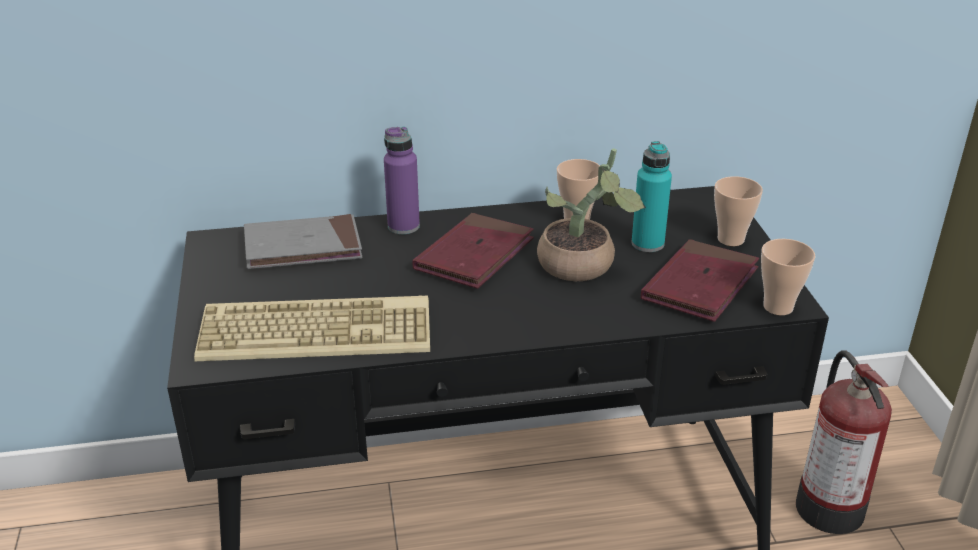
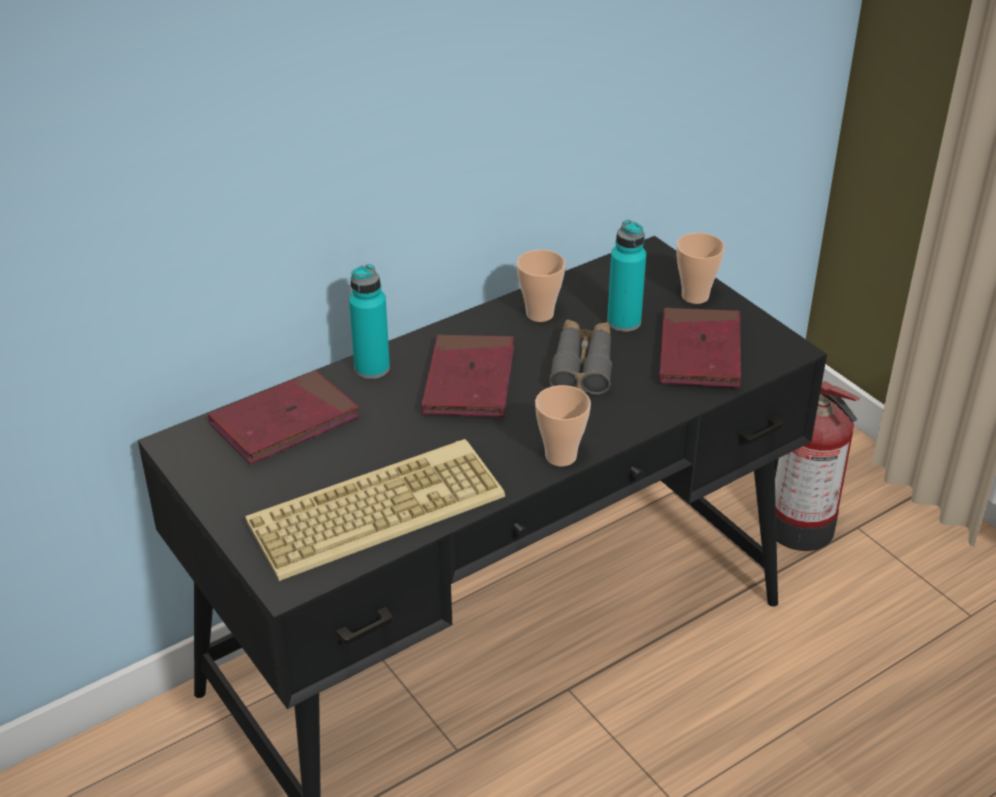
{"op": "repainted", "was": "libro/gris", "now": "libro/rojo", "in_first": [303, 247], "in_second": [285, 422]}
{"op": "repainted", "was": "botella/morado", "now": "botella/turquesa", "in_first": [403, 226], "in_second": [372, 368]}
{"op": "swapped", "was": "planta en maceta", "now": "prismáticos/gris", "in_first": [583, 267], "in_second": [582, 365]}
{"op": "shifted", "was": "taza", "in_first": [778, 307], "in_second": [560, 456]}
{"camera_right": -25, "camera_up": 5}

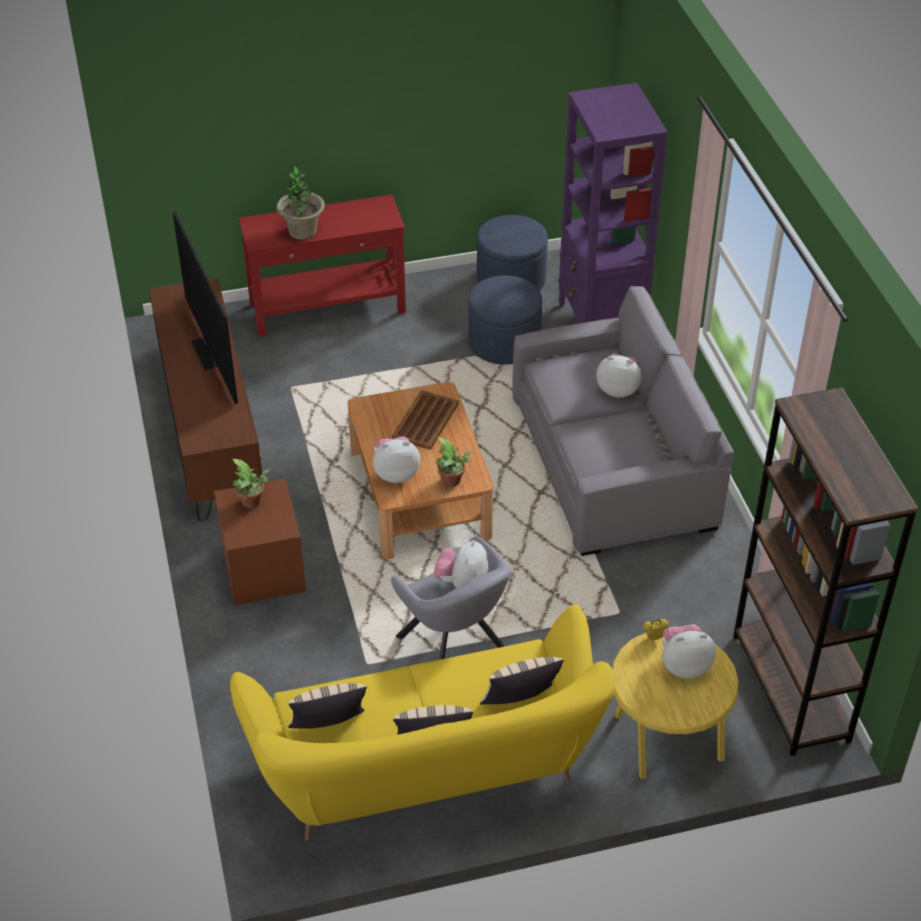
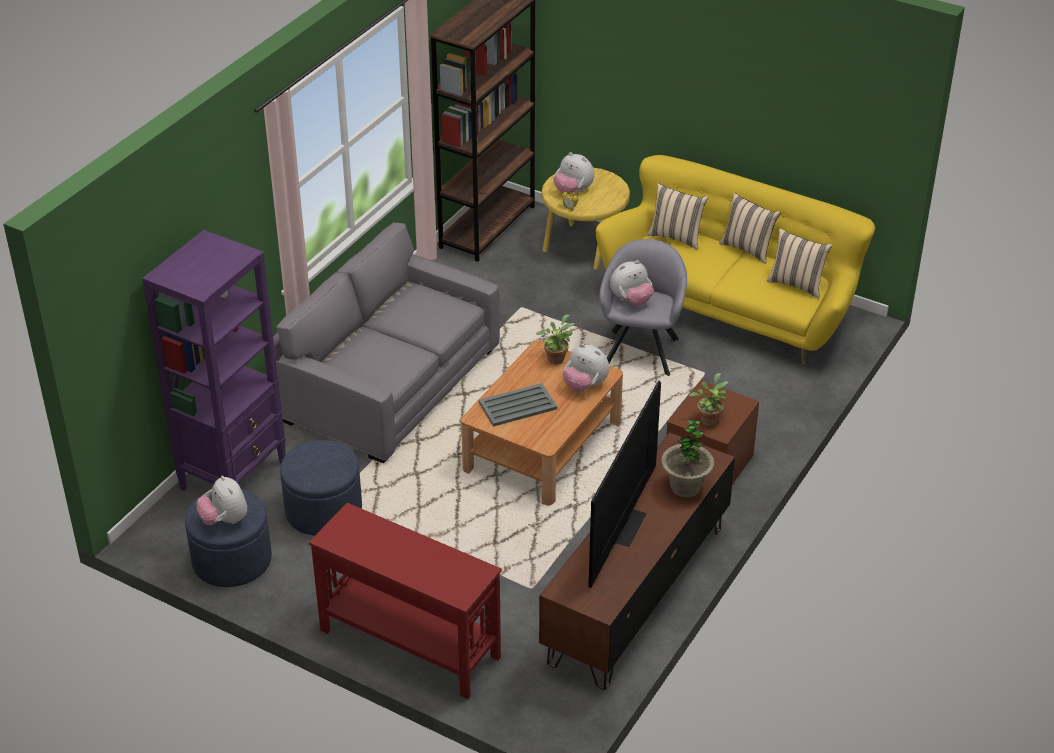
{"op": "shifted", "was": "planta en maceta", "in_first": [302, 231], "in_second": [685, 486]}
{"op": "repainted", "was": "bandeja/marrón", "now": "bandeja/gris", "in_first": [425, 421], "in_second": [518, 405]}
{"op": "shifted", "was": "peluche", "in_first": [618, 389], "in_second": [225, 520]}
{"camera_right": -135, "camera_up": -5}

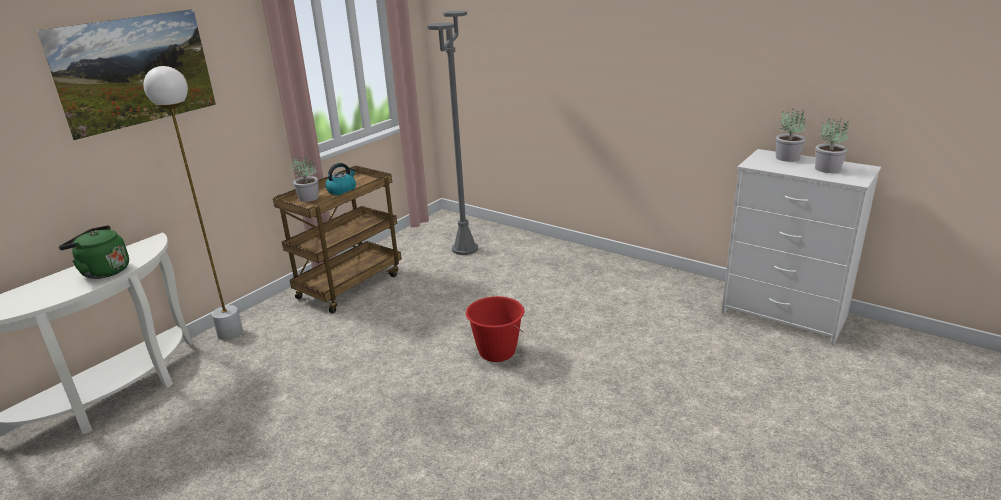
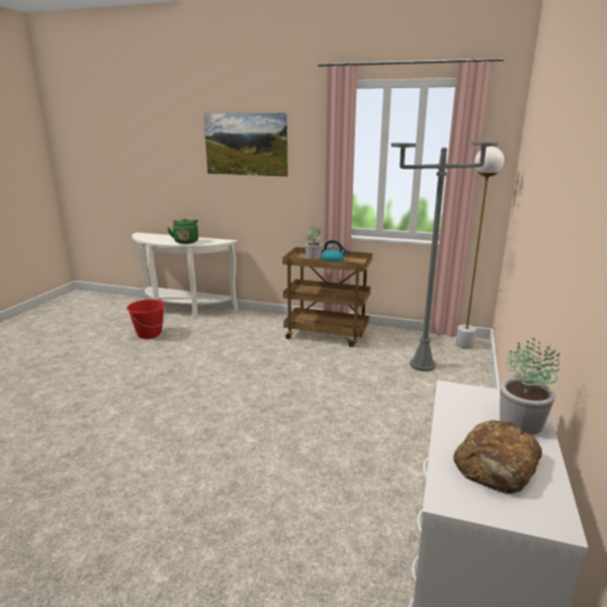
{"op": "shifted", "was": "lámpara de pie/blanco", "in_first": [230, 333], "in_second": [464, 345]}
{"op": "shifted", "was": "cubo/rojo", "in_first": [497, 352], "in_second": [149, 334]}
{"op": "swapped", "was": "planta en maceta", "now": "pan", "in_first": [828, 169], "in_second": [497, 465]}
{"camera_right": 70, "camera_up": -5}

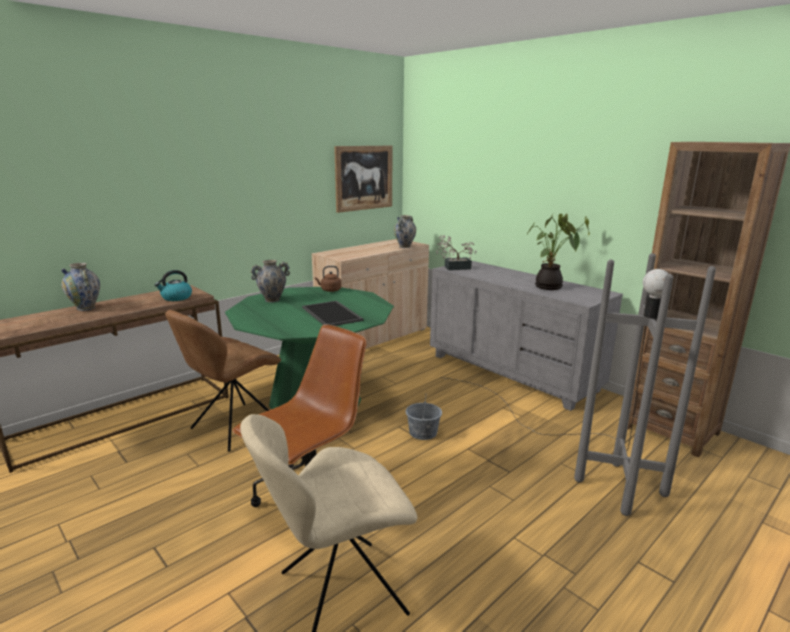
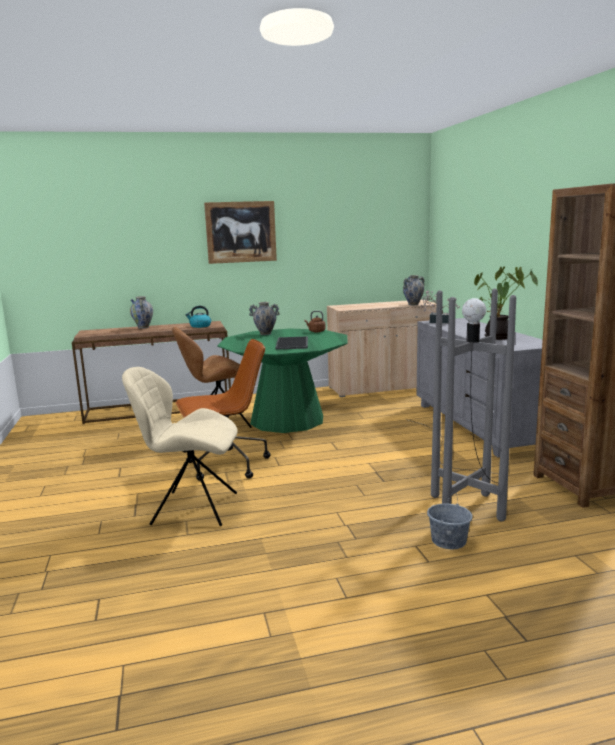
{"op": "shifted", "was": "cuadro", "in_first": [364, 178], "in_second": [241, 232]}
{"op": "shifted", "was": "cubo/gris", "in_first": [423, 432], "in_second": [449, 540]}
{"camera_right": 30, "camera_up": -5}

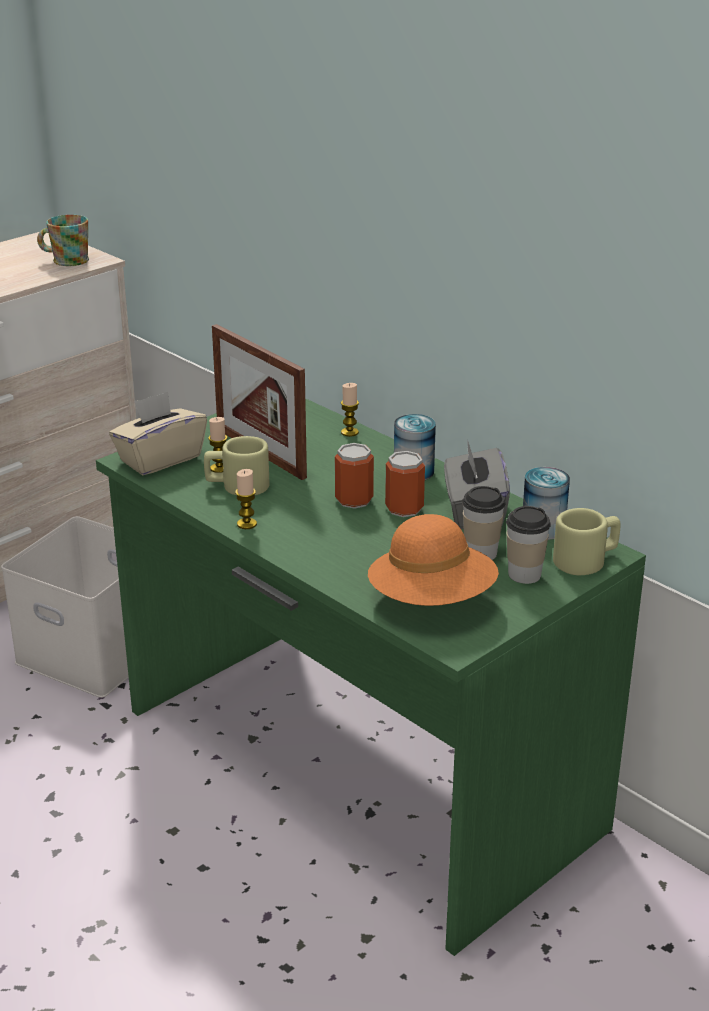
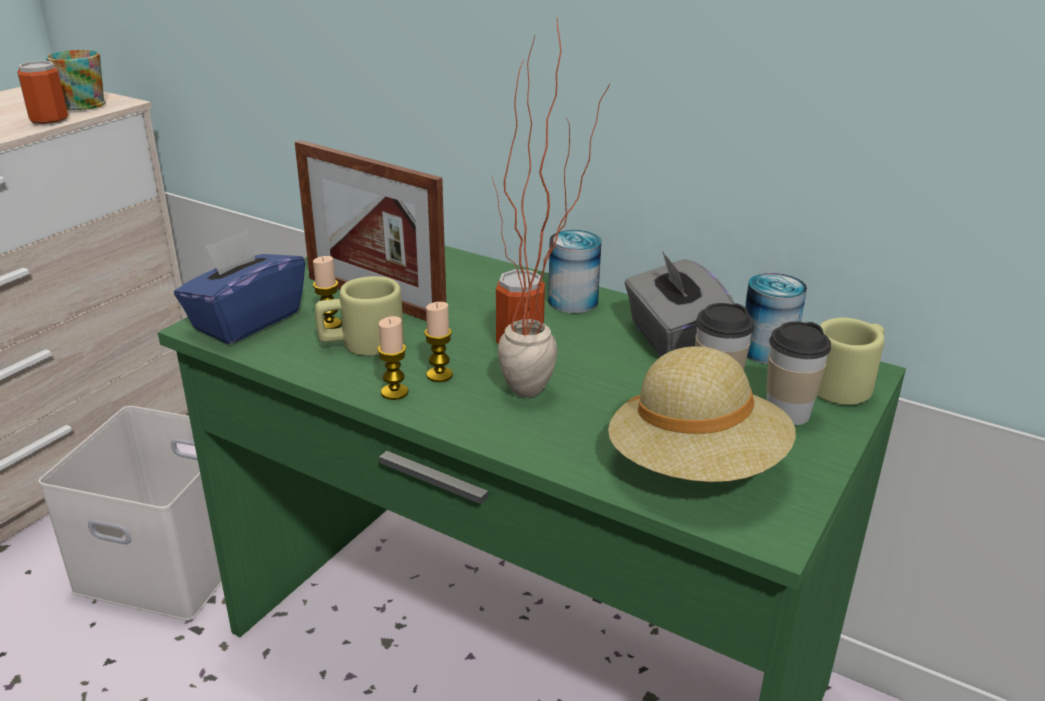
{"op": "repainted", "was": "caja de pañuelos/beis", "now": "caja de pañuelos/azul", "in_first": [160, 459], "in_second": [246, 321]}
{"op": "shifted", "was": "vela", "in_first": [349, 432], "in_second": [439, 375]}
{"op": "repainted", "was": "sombrero/naranja", "now": "sombrero/beis", "in_first": [432, 600], "in_second": [696, 466]}
{"op": "shifted", "was": "lata", "in_first": [404, 508], "in_second": [49, 121]}
{"op": "new", "now": "planta en maceta", "in_second": [542, 397]}
{"camera_right": -15, "camera_up": 0}

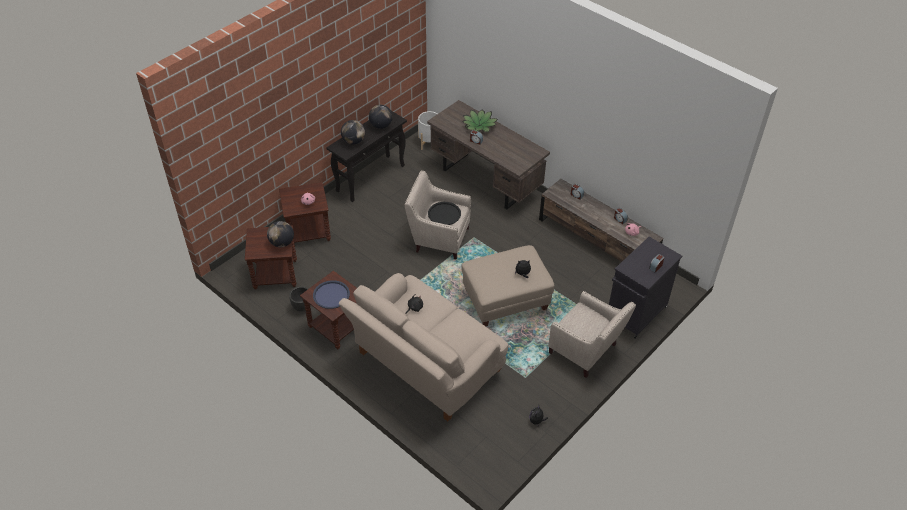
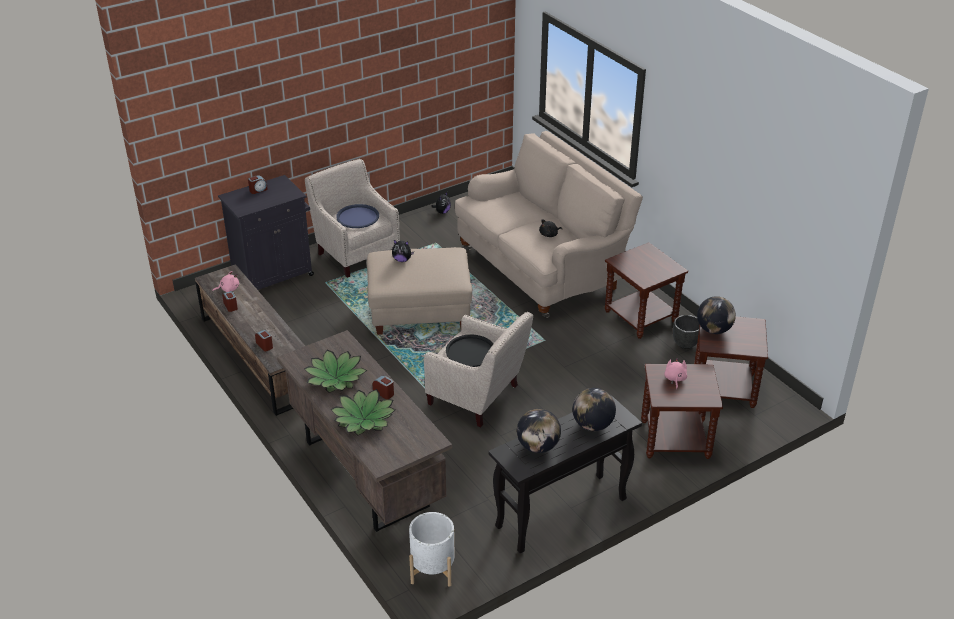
{"op": "shifted", "was": "bandeja/azul", "in_first": [331, 295], "in_second": [357, 217]}
{"op": "new", "now": "planta en maceta", "in_second": [336, 378]}
{"camera_right": -165, "camera_up": -10}

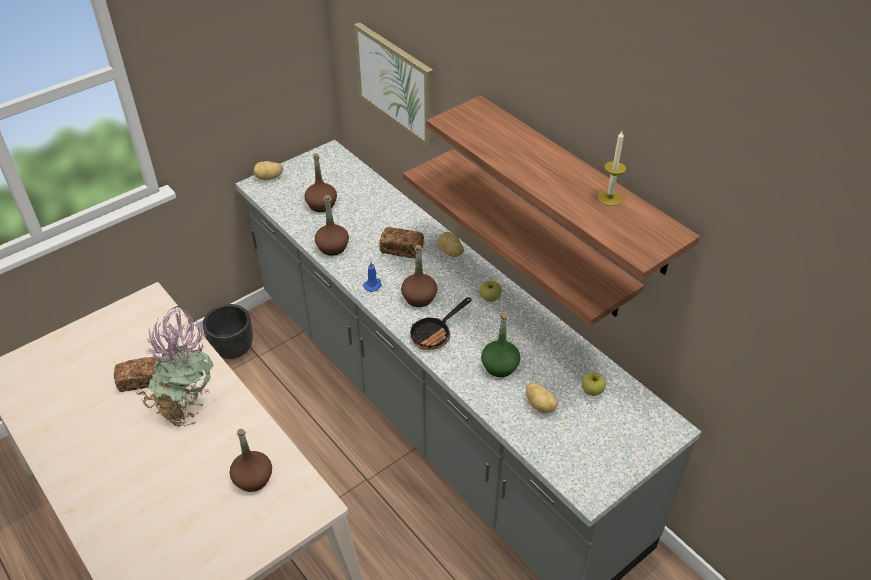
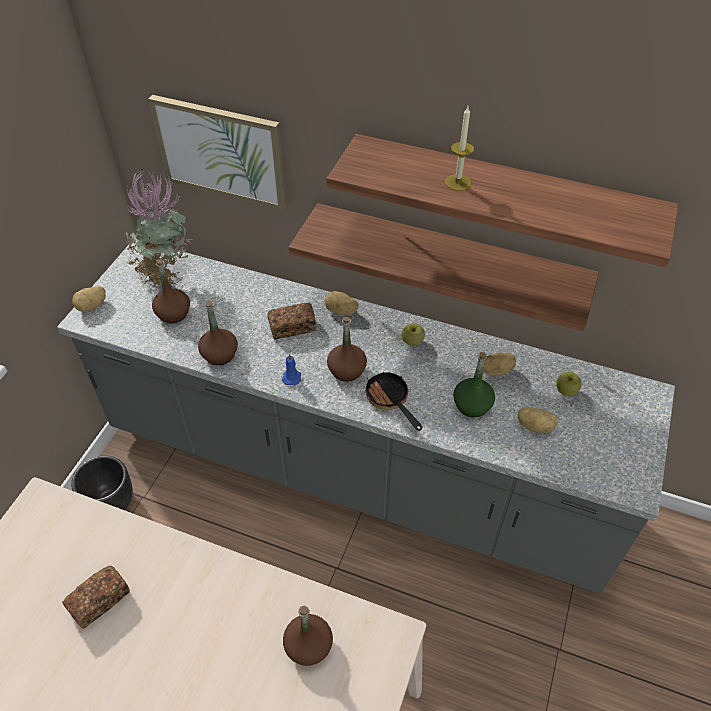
{"op": "shifted", "was": "planta en maceta", "in_first": [188, 408], "in_second": [165, 274]}
{"op": "rotated", "was": "sartén", "in_first": [435, 334], "in_second": [390, 400], "clockwise": 135}
{"op": "shifted", "was": "vela", "in_first": [609, 198], "in_second": [458, 182]}
{"op": "new", "now": "patata", "in_second": [496, 370]}
{"camera_right": -30, "camera_up": 5}

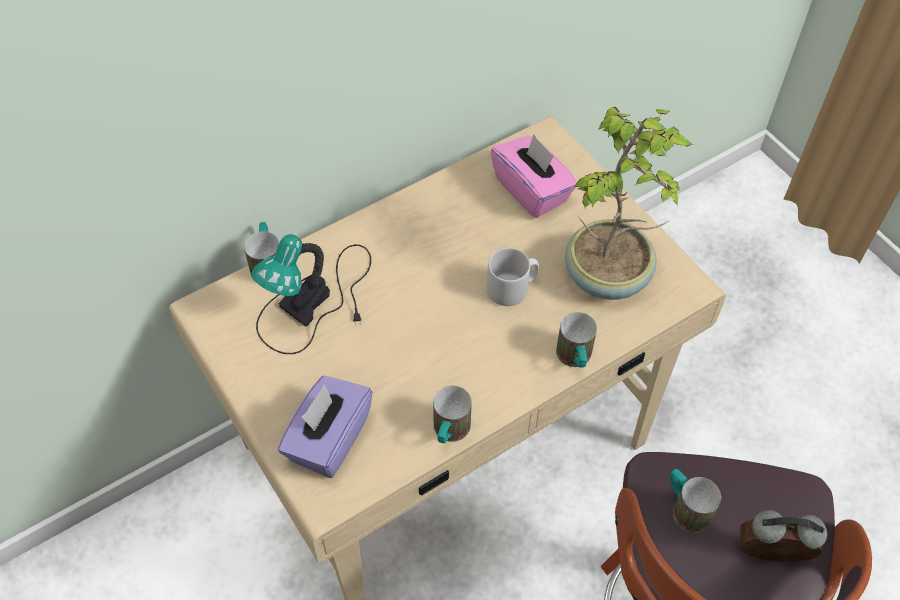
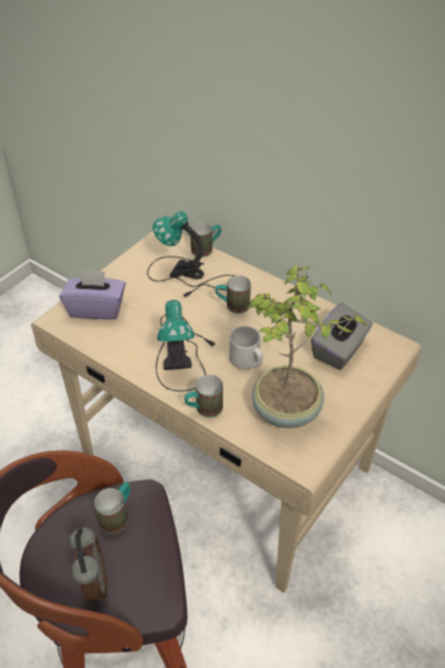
{"op": "shifted", "was": "taza grande", "in_first": [449, 433], "in_second": [232, 305]}
{"op": "repainted", "was": "caja de pañuelos/rosa", "now": "caja de pañuelos/gris", "in_first": [532, 190], "in_second": [339, 350]}
{"op": "new", "now": "lámpara de mesa", "in_second": [181, 353]}
{"camera_right": 70, "camera_up": -10}

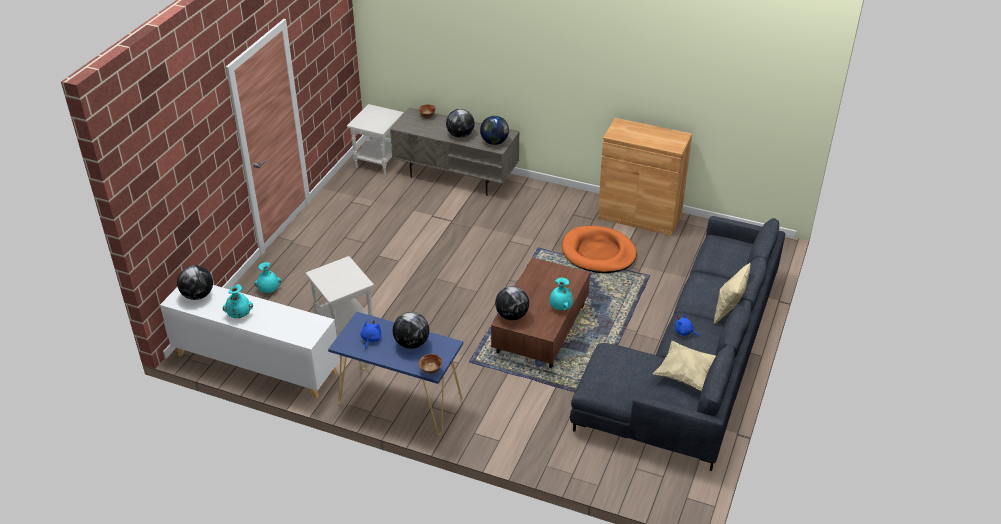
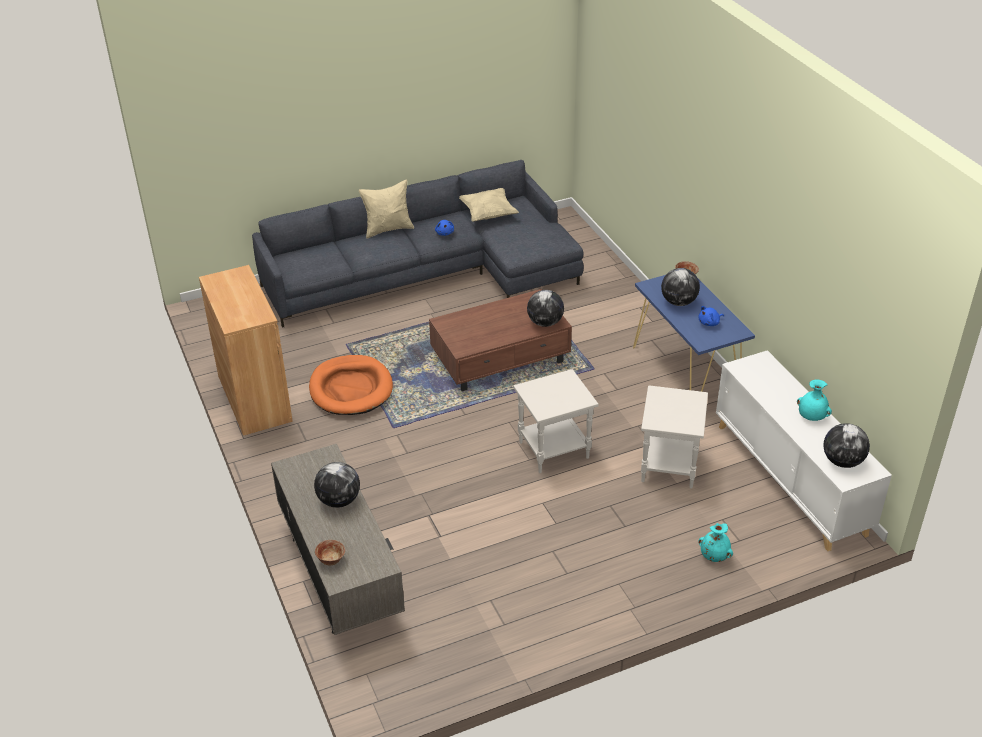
{"op": "shifted", "was": "mesa auxiliar/blanco", "in_first": [378, 161], "in_second": [553, 451]}
{"op": "gone", "was": "globo terráqueo", "in_first": [494, 142]}
{"op": "gone", "was": "florero/turquesa", "in_first": [560, 307]}
{"camera_right": -135, "camera_up": 0}

